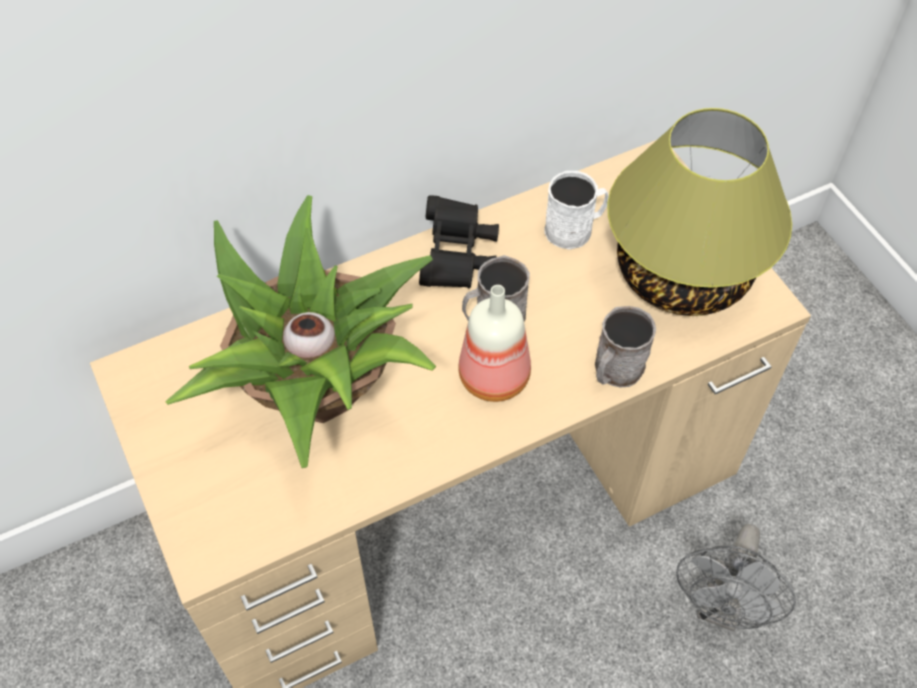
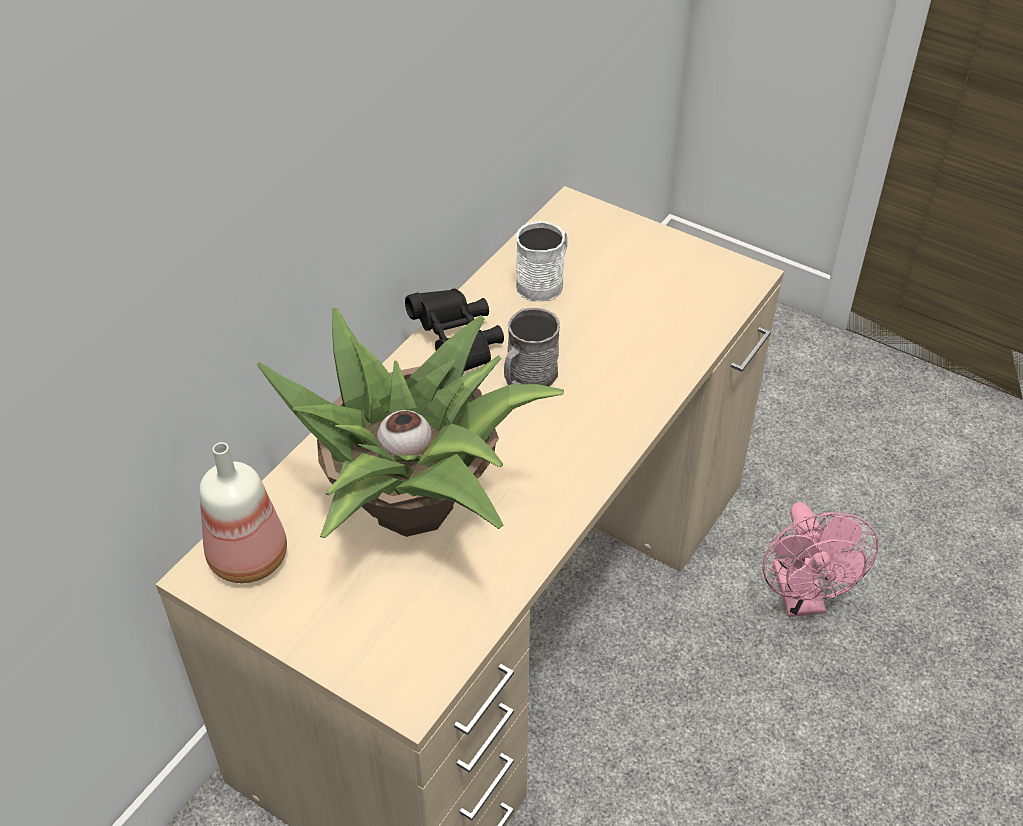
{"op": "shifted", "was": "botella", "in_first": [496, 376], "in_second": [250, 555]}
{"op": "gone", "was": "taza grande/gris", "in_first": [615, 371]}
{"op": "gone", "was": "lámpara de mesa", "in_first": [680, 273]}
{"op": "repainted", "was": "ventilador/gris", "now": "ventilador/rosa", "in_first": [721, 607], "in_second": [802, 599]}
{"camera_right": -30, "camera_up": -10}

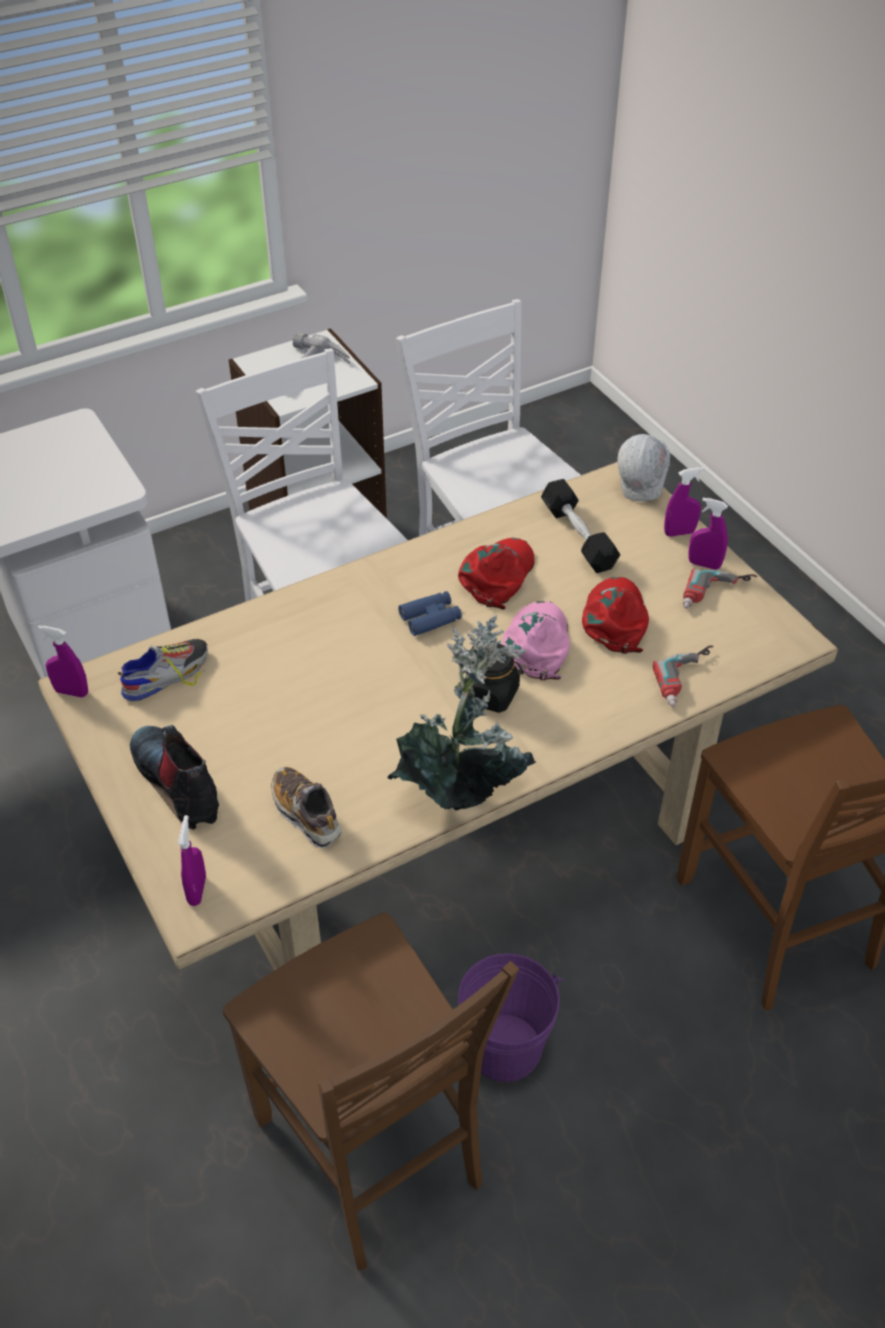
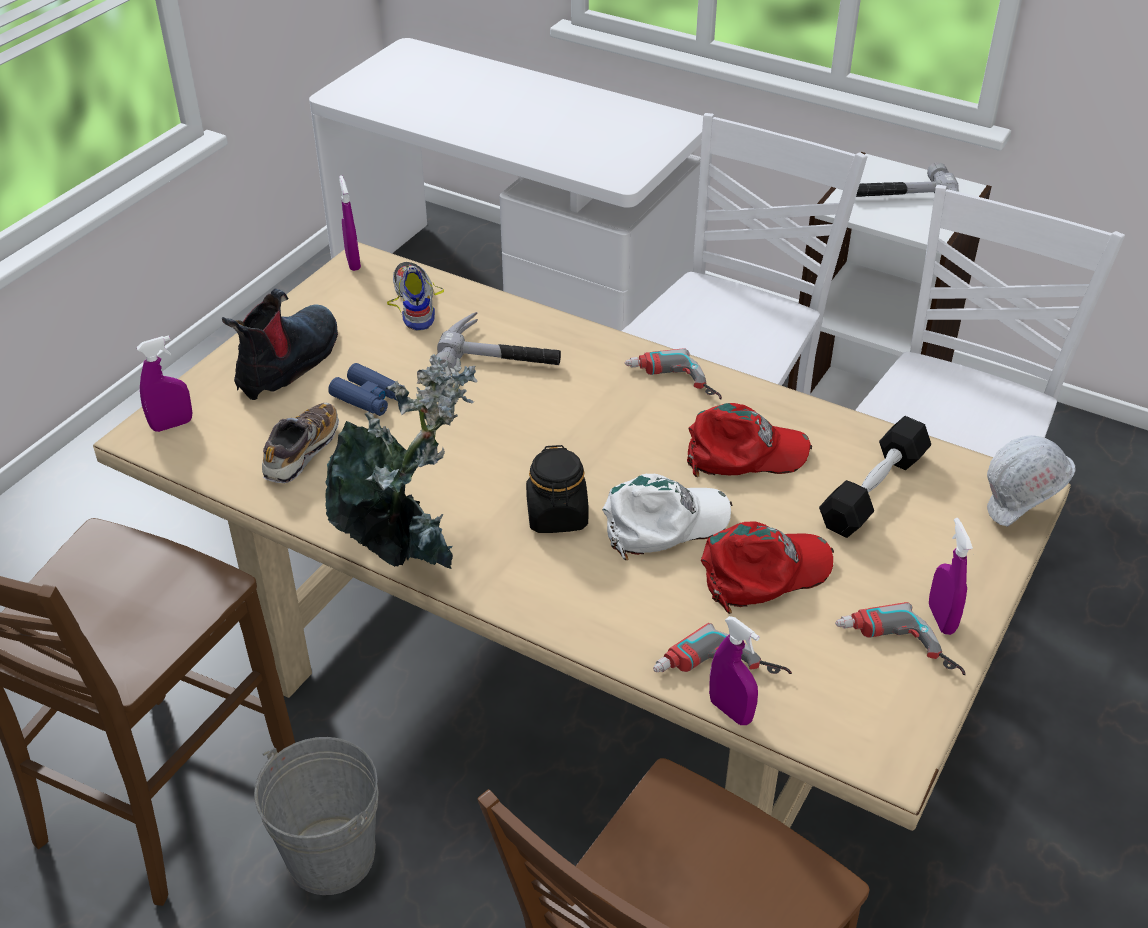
{"op": "rotated", "was": "zapato", "in_first": [167, 674], "in_second": [414, 301], "clockwise": -120}
{"op": "shifted", "was": "prismáticos/azul", "in_first": [430, 618], "in_second": [368, 397]}
{"op": "repainted", "was": "cubo/morado", "now": "cubo/gris", "in_first": [504, 1048], "in_second": [331, 856]}
{"op": "repainted", "was": "gorra/rosa", "now": "gorra/blanco", "in_first": [537, 644], "in_second": [664, 522]}
{"op": "shifted", "was": "pulverizador/morado", "in_first": [679, 533], "in_second": [730, 711]}
{"op": "new", "now": "martillo", "in_second": [502, 354]}
{"op": "new", "now": "taladro", "in_second": [671, 384]}
{"camera_right": 60, "camera_up": -5}

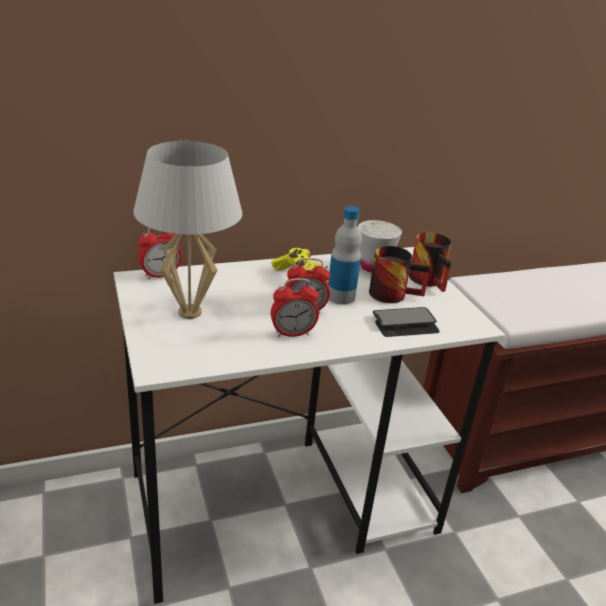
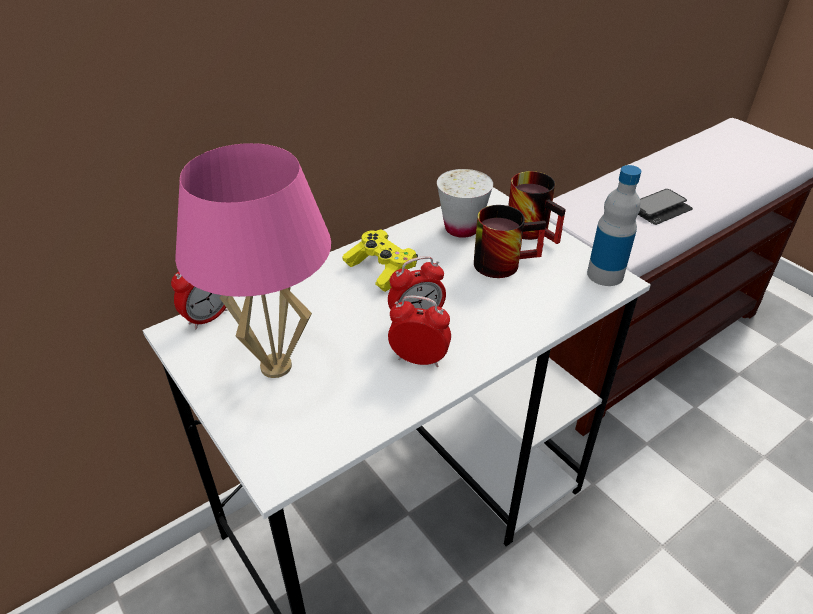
{"op": "repainted", "was": "lámpara de mesa/blanco", "now": "lámpara de mesa/rosa", "in_first": [190, 312], "in_second": [276, 366]}
{"op": "rotated", "was": "despertador", "in_first": [292, 333], "in_second": [419, 359], "clockwise": -135}
{"op": "shifted", "was": "botella", "in_first": [340, 297], "in_second": [605, 274]}
{"op": "shifted", "was": "móvil", "in_first": [405, 324], "in_second": [660, 208]}
{"camera_right": -15, "camera_up": 10}

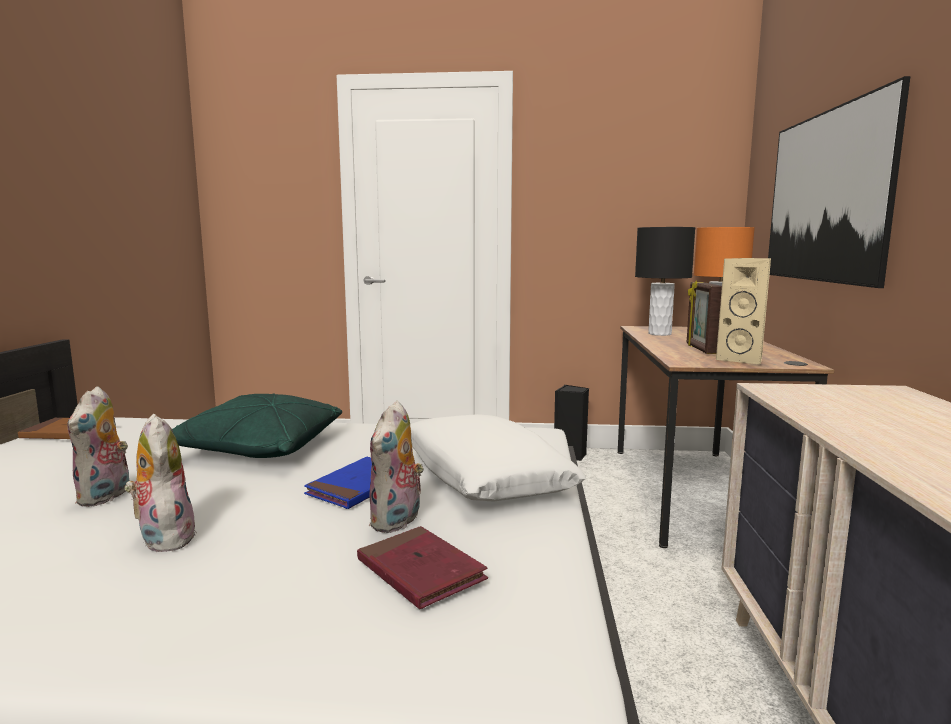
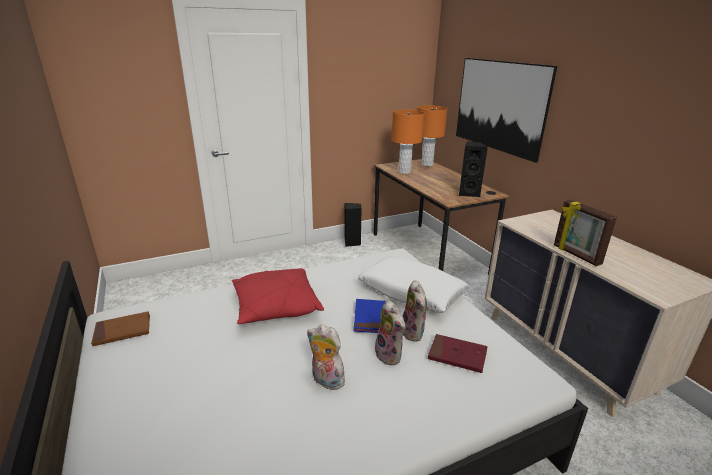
{"op": "shifted", "was": "peluche", "in_first": [106, 497], "in_second": [390, 355]}
{"op": "repainted", "was": "cojín/verde", "now": "cojín/rojo", "in_first": [258, 449], "in_second": [276, 307]}
{"op": "repainted", "was": "lámpara de mesa/negro", "now": "lámpara de mesa/naranja", "in_first": [659, 334], "in_second": [404, 172]}
{"op": "shifted", "was": "portarretratos", "in_first": [700, 349], "in_second": [576, 255]}
{"op": "repainted", "was": "altavoz/beis", "now": "altavoz/negro", "in_first": [743, 359], "in_second": [468, 193]}
{"camera_right": -30, "camera_up": 15}

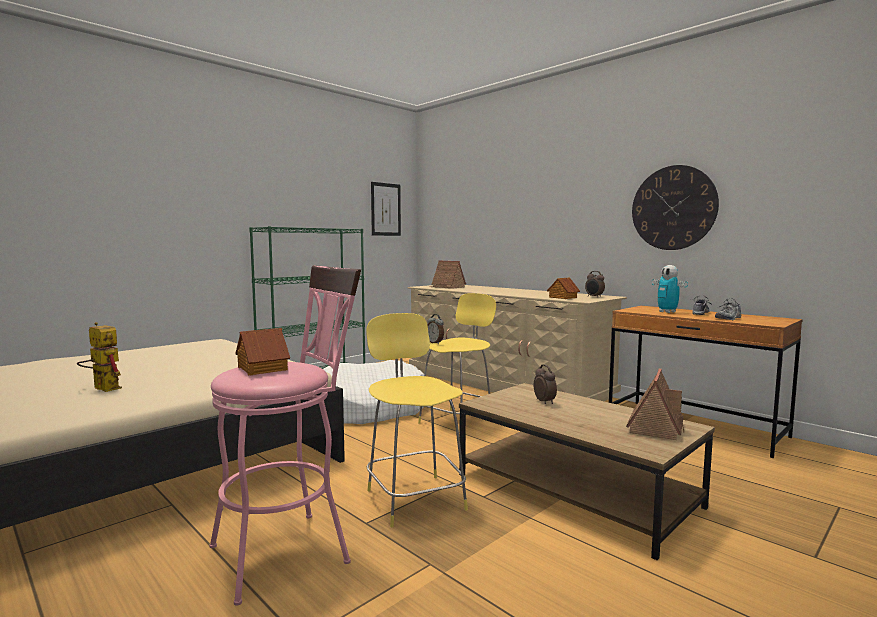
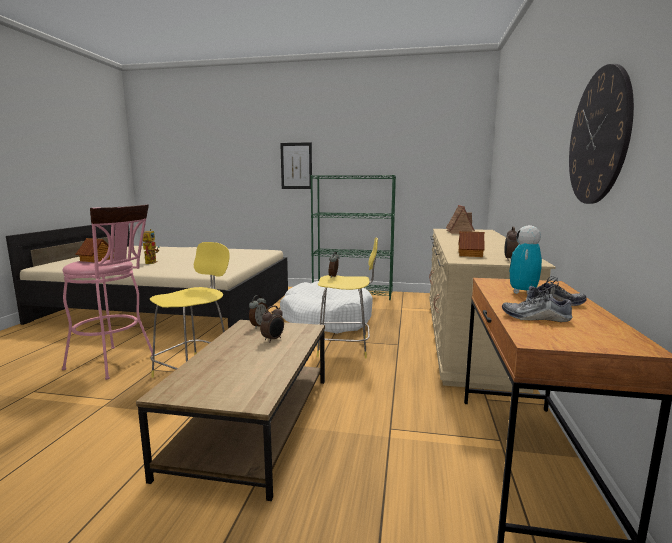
{"op": "shifted", "was": "cuadro", "in_first": [385, 209], "in_second": [296, 166]}
{"op": "gone", "was": "casita", "in_first": [655, 427]}
{"op": "new", "now": "despertador", "in_second": [258, 325]}
{"camera_right": 55, "camera_up": 5}

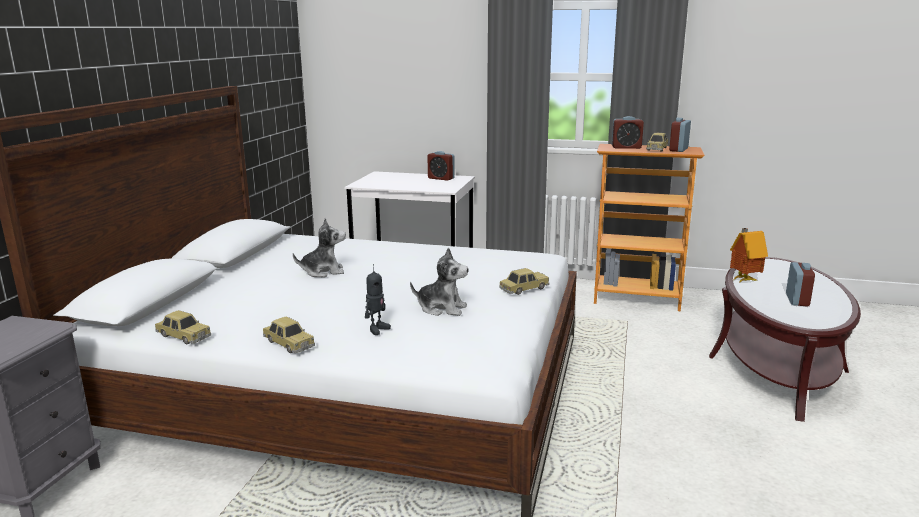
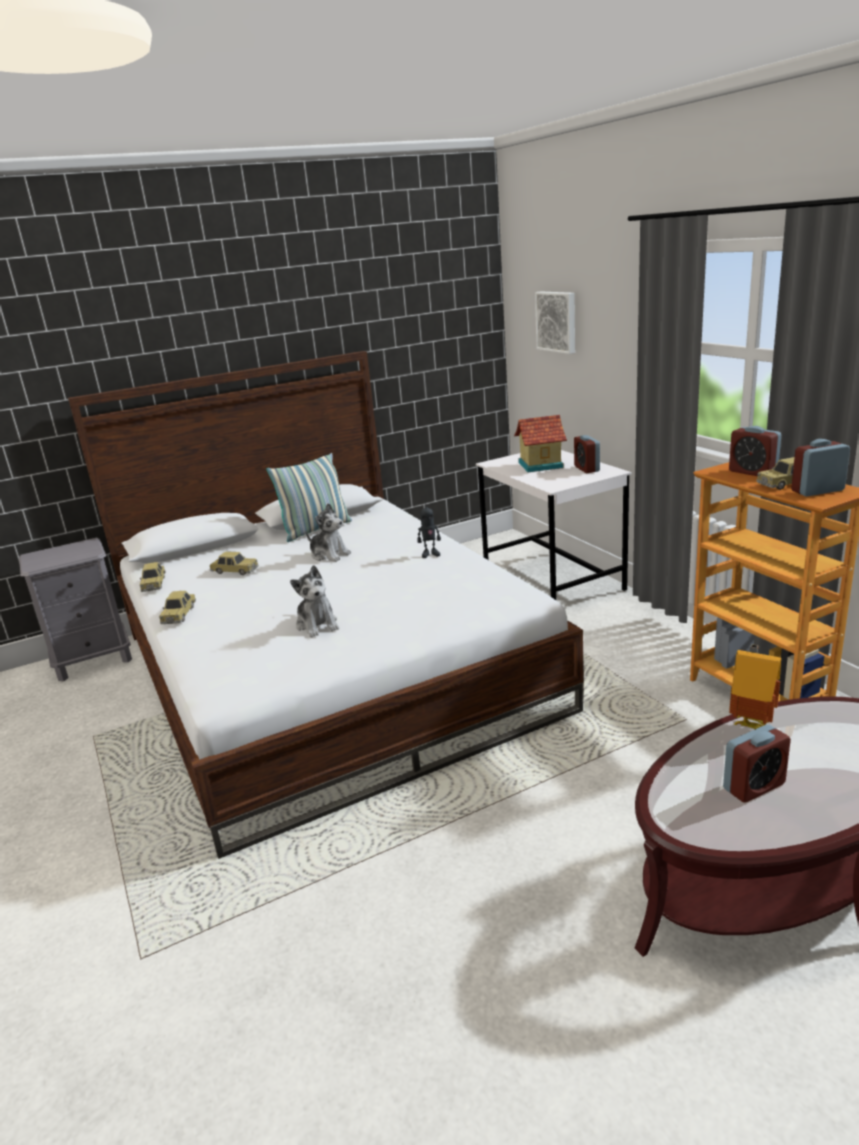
{"op": "shifted", "was": "robot de juguete", "in_first": [377, 329], "in_second": [430, 554]}
{"op": "shifted", "was": "coche de juguete", "in_first": [524, 289], "in_second": [234, 571]}
{"op": "new", "now": "cojín", "in_second": [316, 530]}
{"op": "new", "now": "casita", "in_second": [540, 465]}
{"op": "new", "now": "cuadro", "in_second": [557, 321]}
{"camera_right": 50, "camera_up": 5}

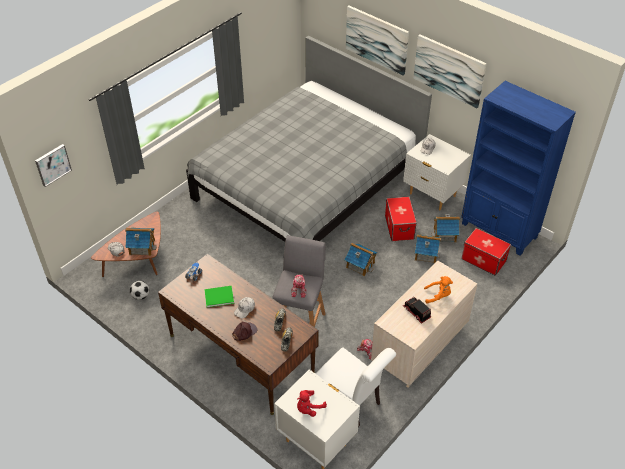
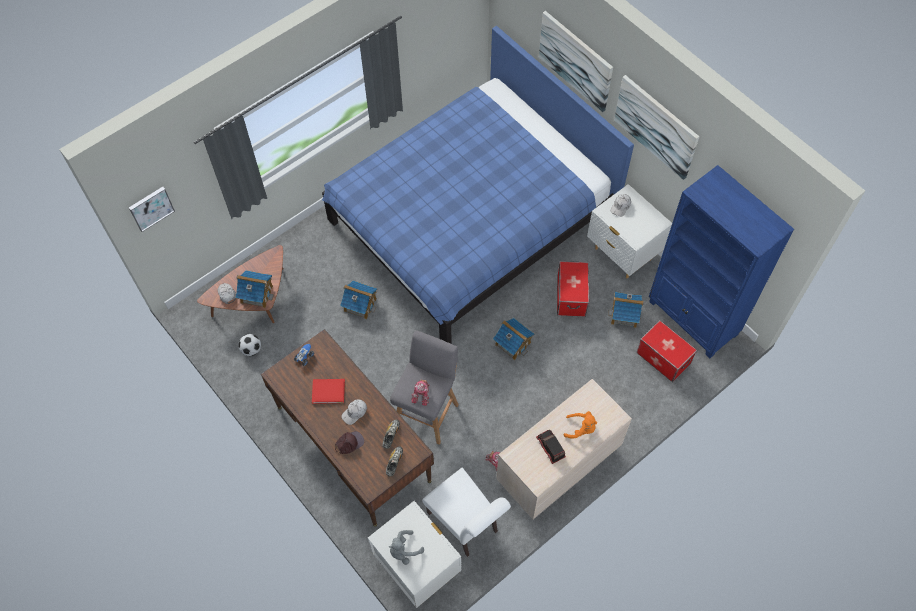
{"op": "repainted", "was": "cama/gris", "now": "cama/azul", "in_first": [306, 186], "in_second": [469, 220]}
{"op": "repainted", "was": "libro/verde", "now": "libro/rojo", "in_first": [218, 296], "in_second": [327, 390]}
{"op": "repainted", "was": "peluche/rojo", "now": "peluche/gris", "in_first": [308, 408], "in_second": [404, 550]}
{"op": "shifted", "was": "casita", "in_first": [426, 254], "in_second": [360, 304]}
{"camera_right": 10, "camera_up": 15}

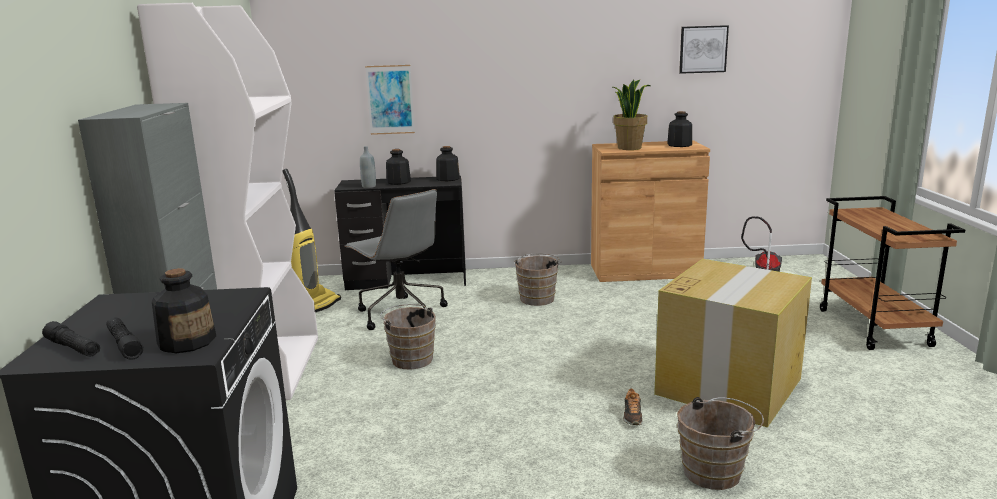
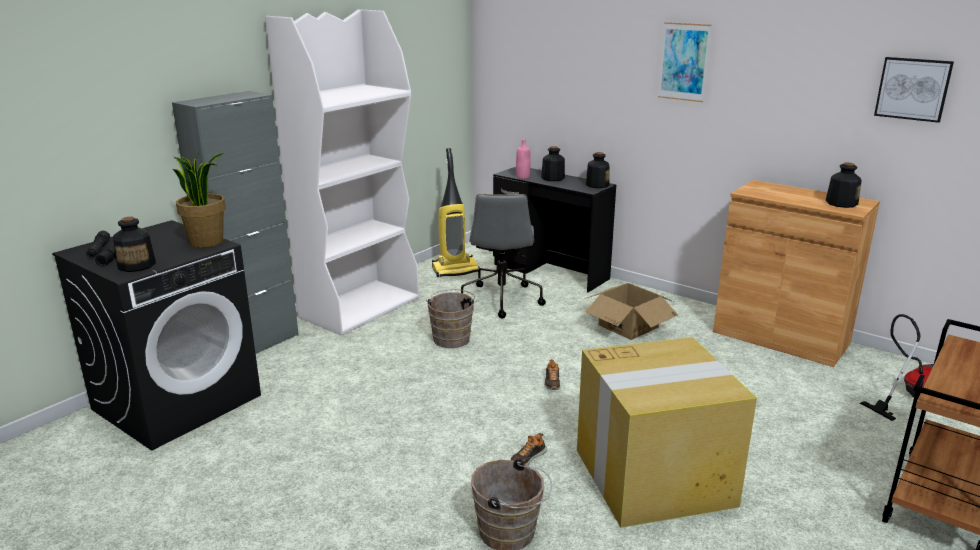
{"op": "repainted", "was": "botella/gris", "now": "botella/rosa", "in_first": [369, 186], "in_second": [523, 177]}
{"op": "shifted", "was": "cuadro", "in_first": [390, 99], "in_second": [684, 62]}
{"op": "swapped", "was": "cubo/marrón", "now": "caja de cartón", "in_first": [538, 298], "in_second": [628, 326]}
{"op": "shifted", "was": "planta en maceta", "in_first": [629, 148], "in_second": [207, 241]}
{"op": "new", "now": "zapato", "in_second": [552, 382]}
{"camera_right": 40, "camera_up": 5}

